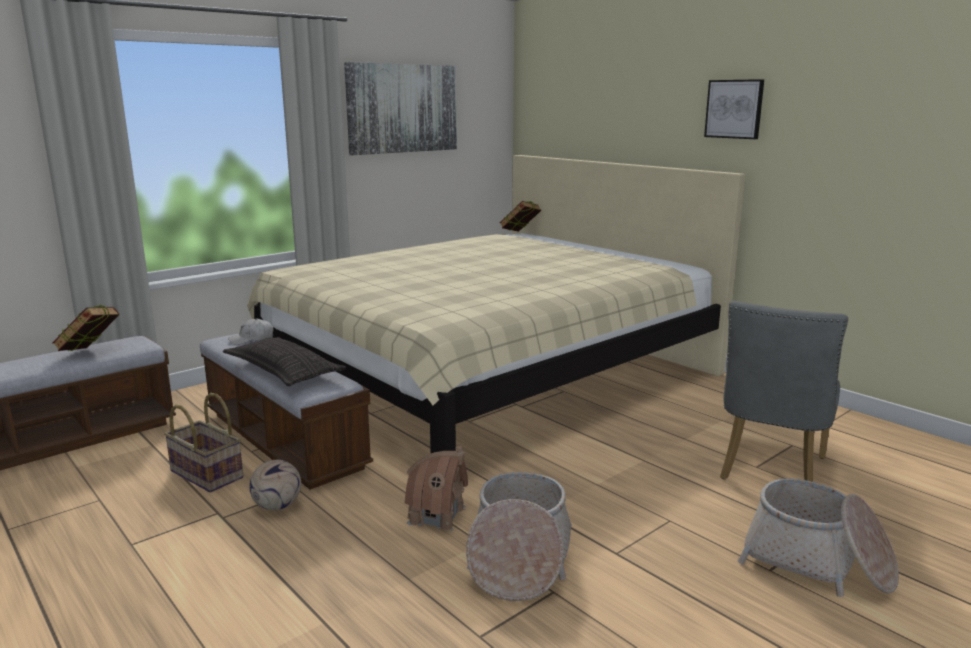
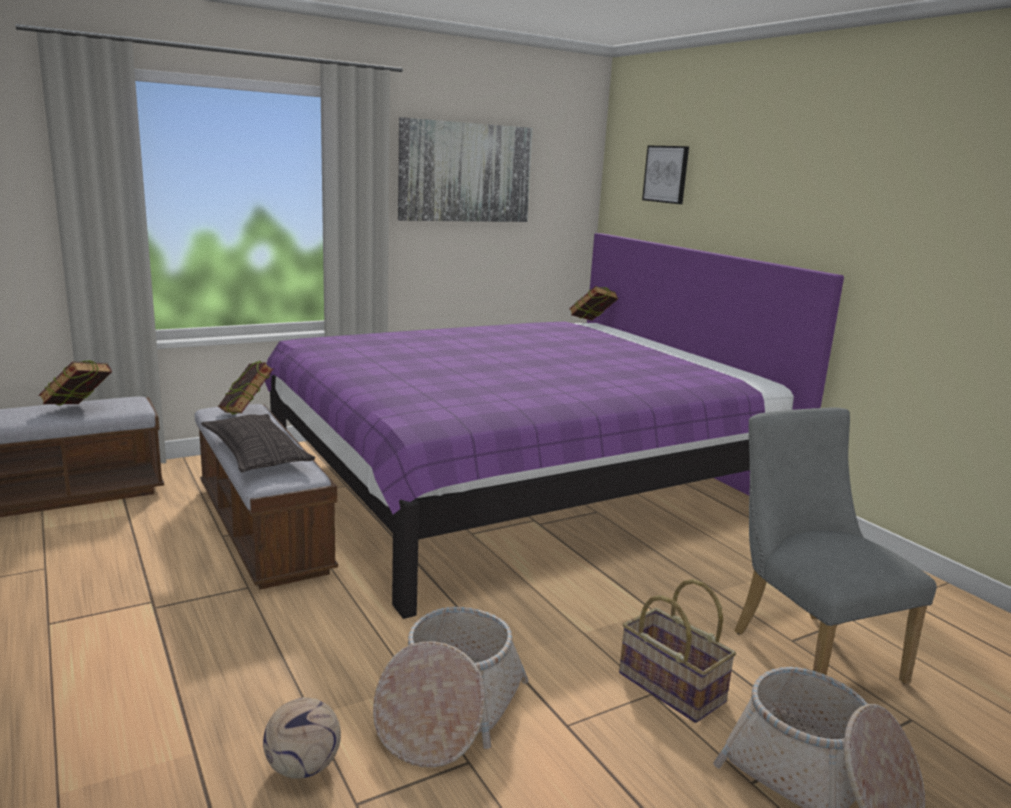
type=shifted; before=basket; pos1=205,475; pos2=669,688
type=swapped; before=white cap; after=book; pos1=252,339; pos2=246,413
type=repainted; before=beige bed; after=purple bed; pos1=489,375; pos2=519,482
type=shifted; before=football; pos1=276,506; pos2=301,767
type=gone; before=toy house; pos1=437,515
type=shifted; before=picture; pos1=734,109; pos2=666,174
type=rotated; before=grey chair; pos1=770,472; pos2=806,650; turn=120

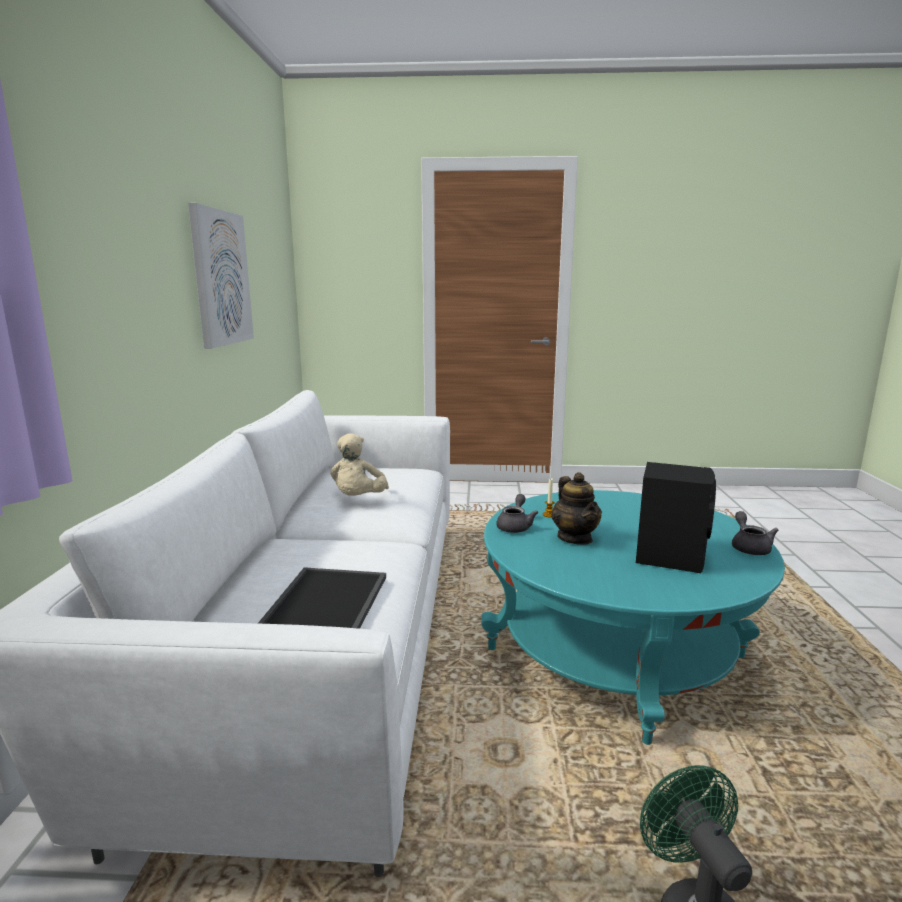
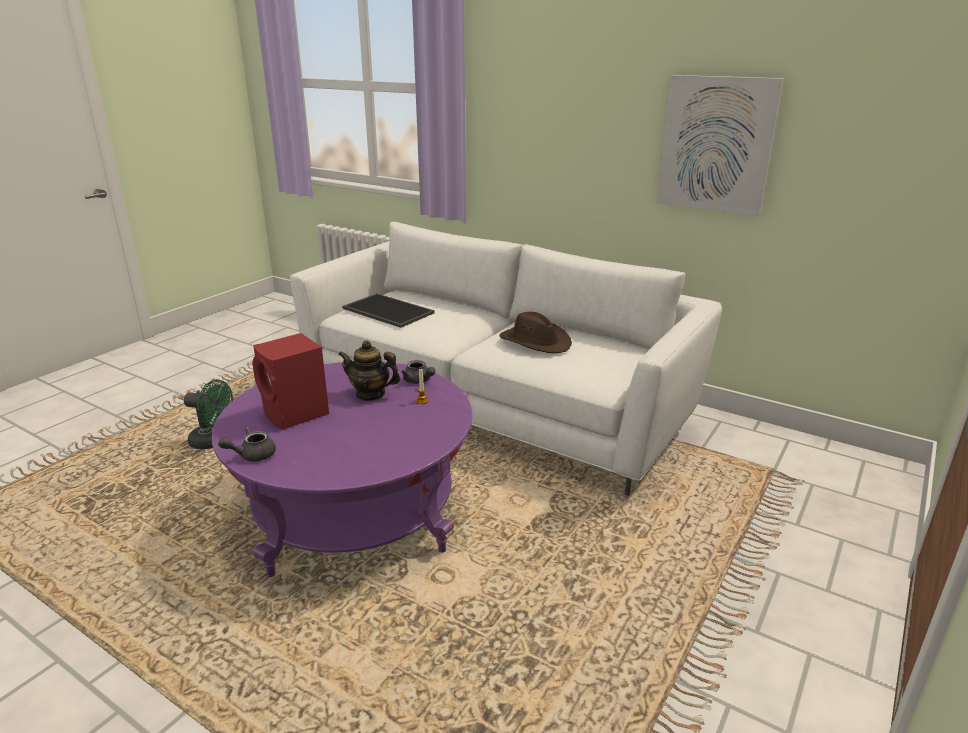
type=swapped; before=beige plush toy; after=brown hat; pos1=358,499; pos2=535,341
type=repainted; before=turquoise coffee table; after=purple coffee table; pos1=614,653; pos2=355,511
type=repainted; before=black speaker; after=red speaker; pos1=670,556; pos2=296,414
type=rotated; before=grey teapot; pos1=749,547; pos2=252,455; turn=120

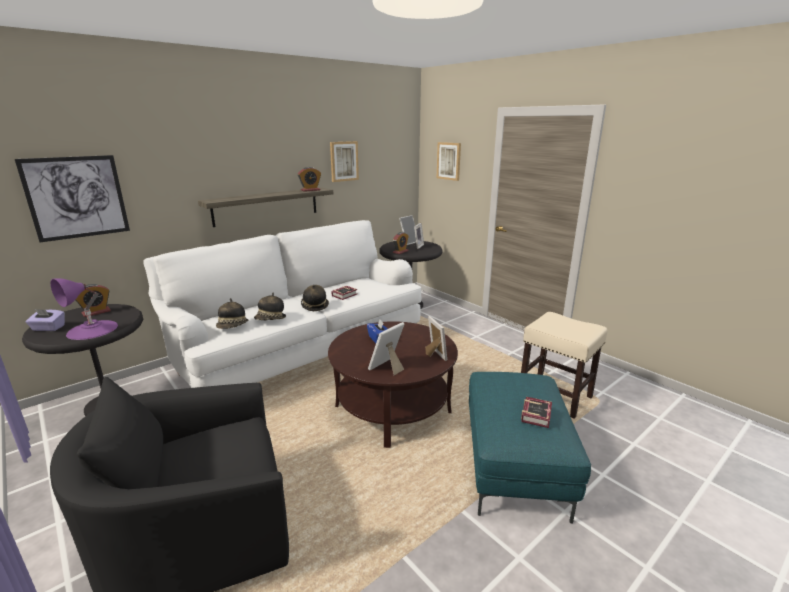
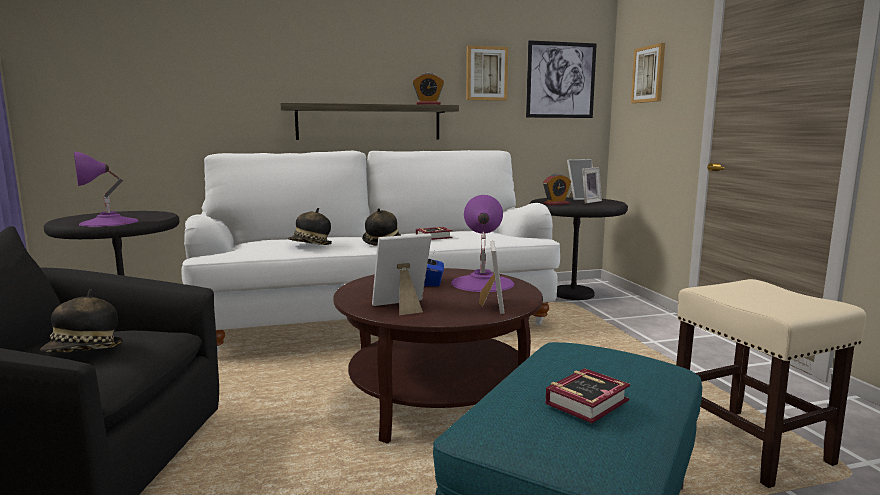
type=shifted; before=picture; pos1=76,197; pos2=561,80
type=gone; before=purple tissue box; pos1=48,328
type=gone; before=alarm clock; pos1=96,312
type=shifted; before=hat; pos1=233,327; pos2=84,352
type=new; after=purple table lamp; pos2=482,283

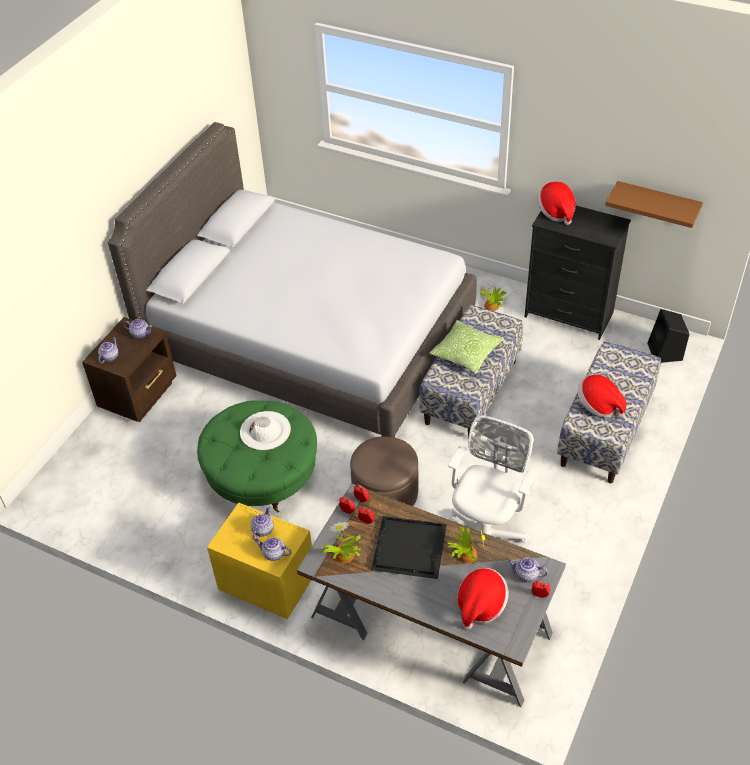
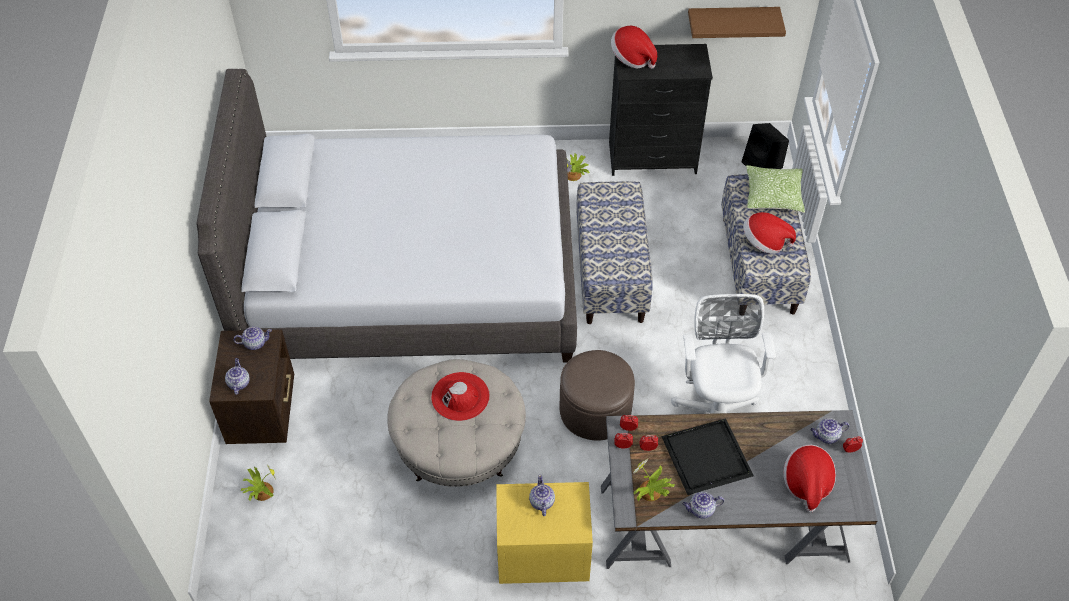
type=repainted; before=green ottoman; after=beige ottoman; pos1=262,475; pos2=459,444
type=repainted; before=white hat; after=red hat; pos1=265,431; pos2=460,396
type=shifted; before=teapot; pos1=273,554; pos2=701,510
type=shifted; before=pillow; pos1=466,353; pos2=773,195
type=shifted; before=potted plant; pos1=465,554; pos2=261,491

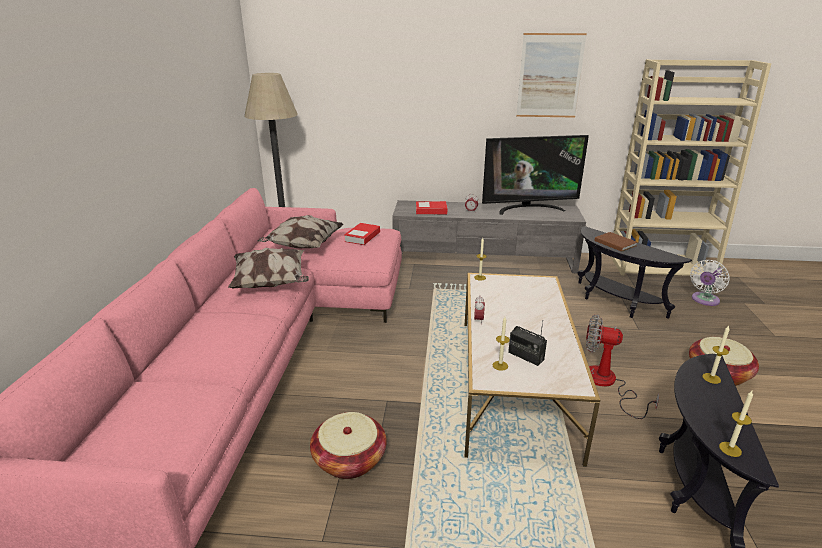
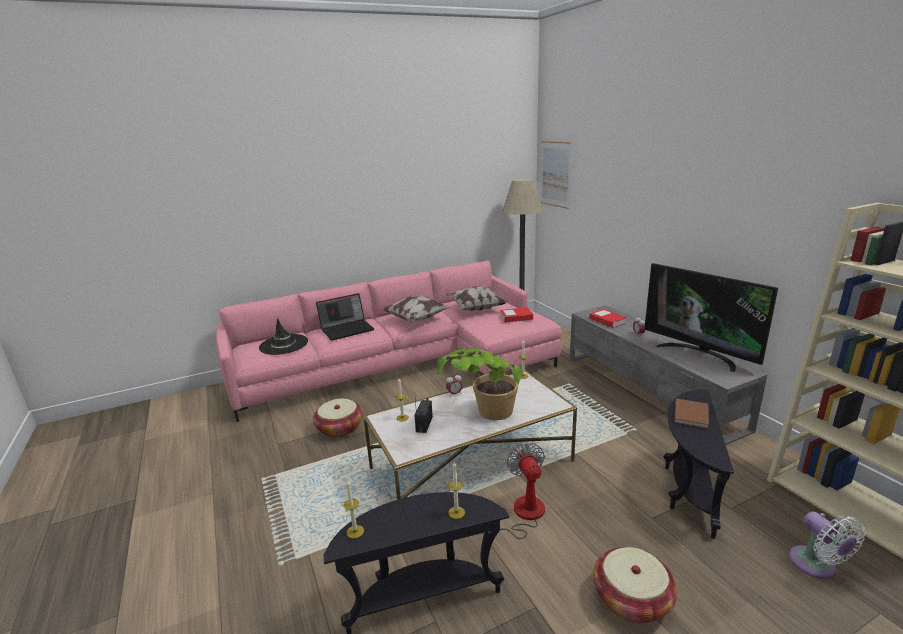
type=shifted; before=picture; pos1=550,76; pos2=555,174
type=rotated; before=white fan; pos1=704,300; pos2=816,566; turn=-120
type=new; after=black hat; pos2=284,344
type=new; after=laptop; pos2=347,329
type=new; after=potted plant; pos2=481,417

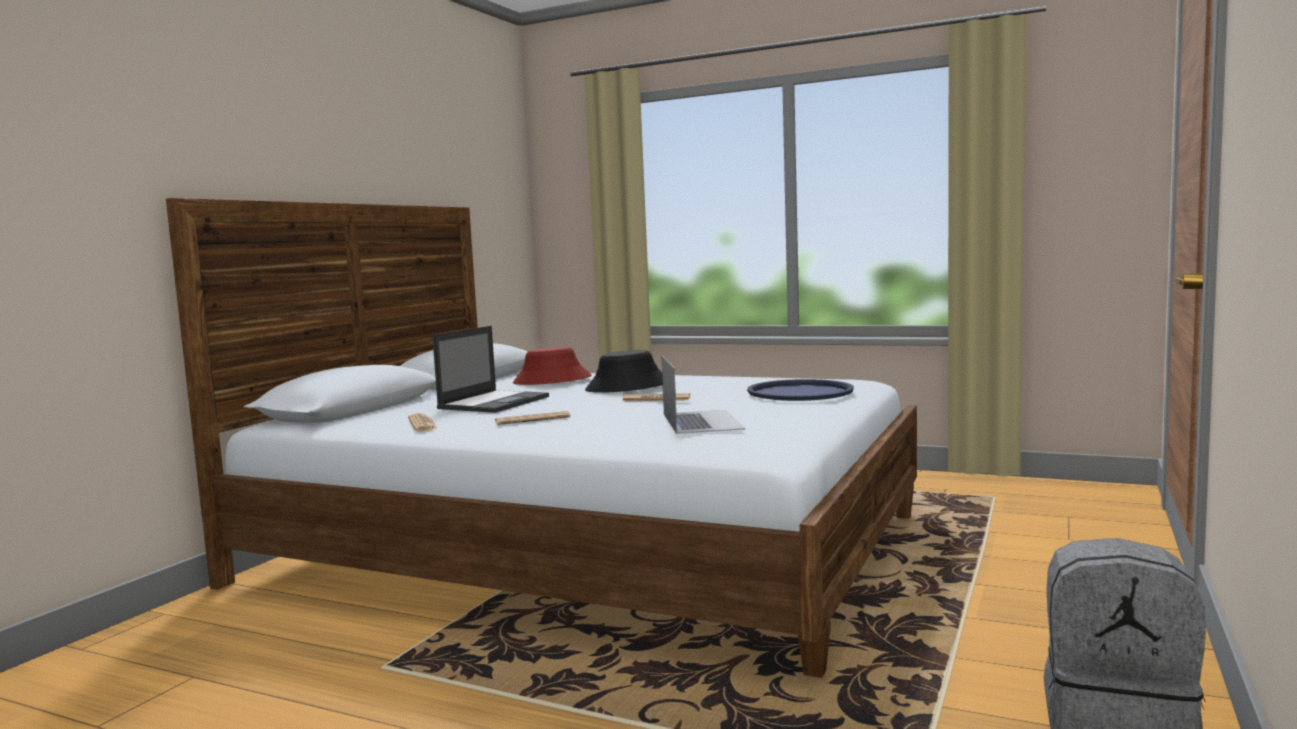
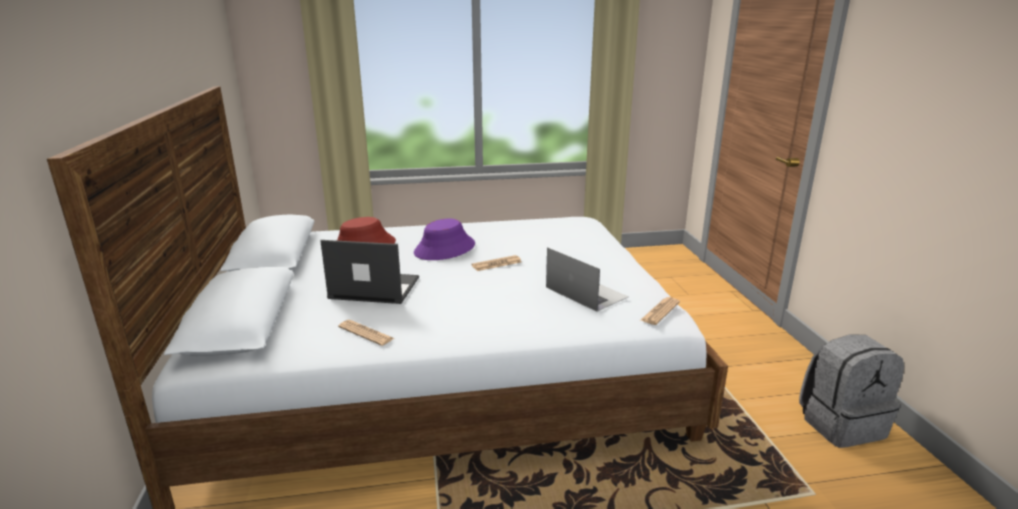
type=rotated; before=laptop; pos1=494,402; pos2=373,288; turn=-75
type=shifted; before=newspaper; pos1=532,420; pos2=660,311
type=repainted; before=black hat; after=purple hat; pos1=628,387; pos2=445,249
type=gone; before=blue tray; pos1=800,392

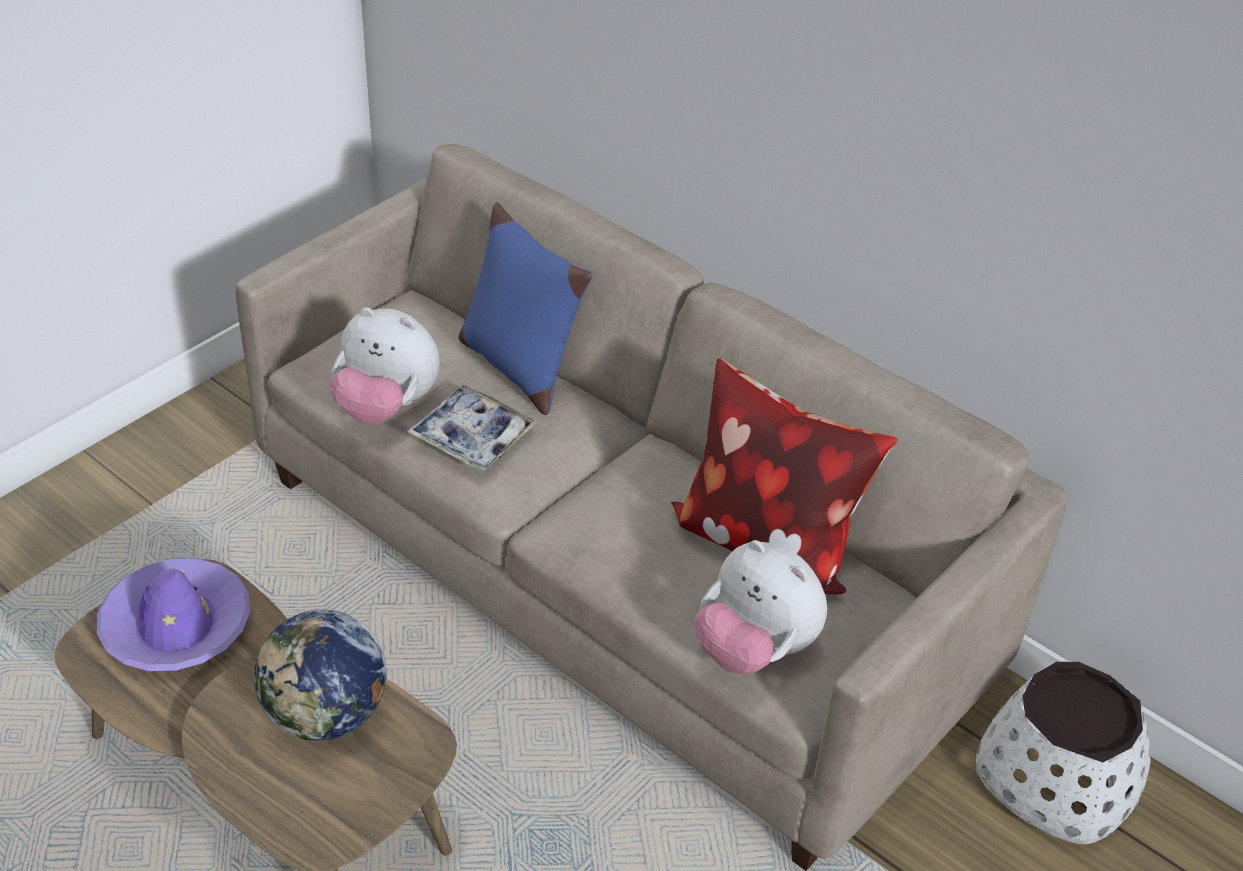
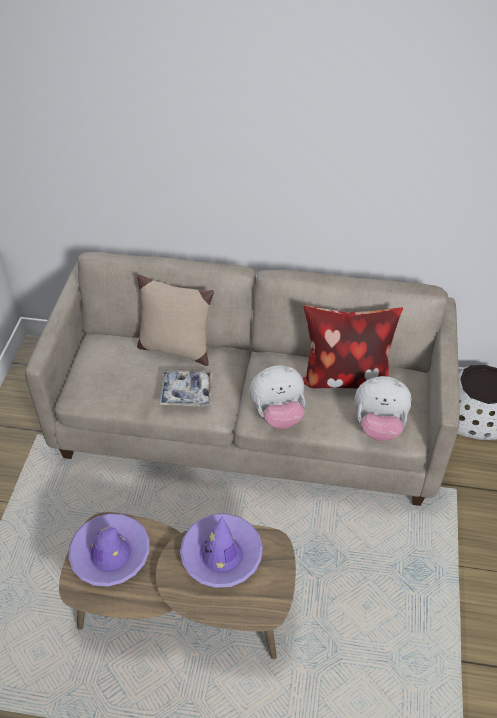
type=swapped; before=globe; after=purple hat; pos1=326,715; pos2=221,555
type=shifted; before=plush toy; pos1=386,407; pos2=278,414
type=repainted; before=blue pillow; after=beige pillow; pos1=519,366; pos2=175,348

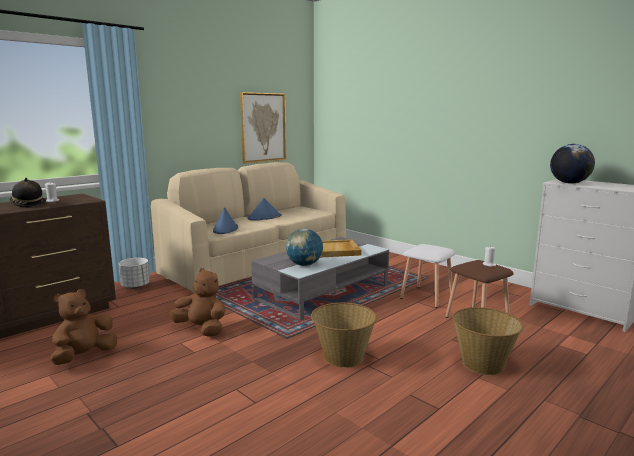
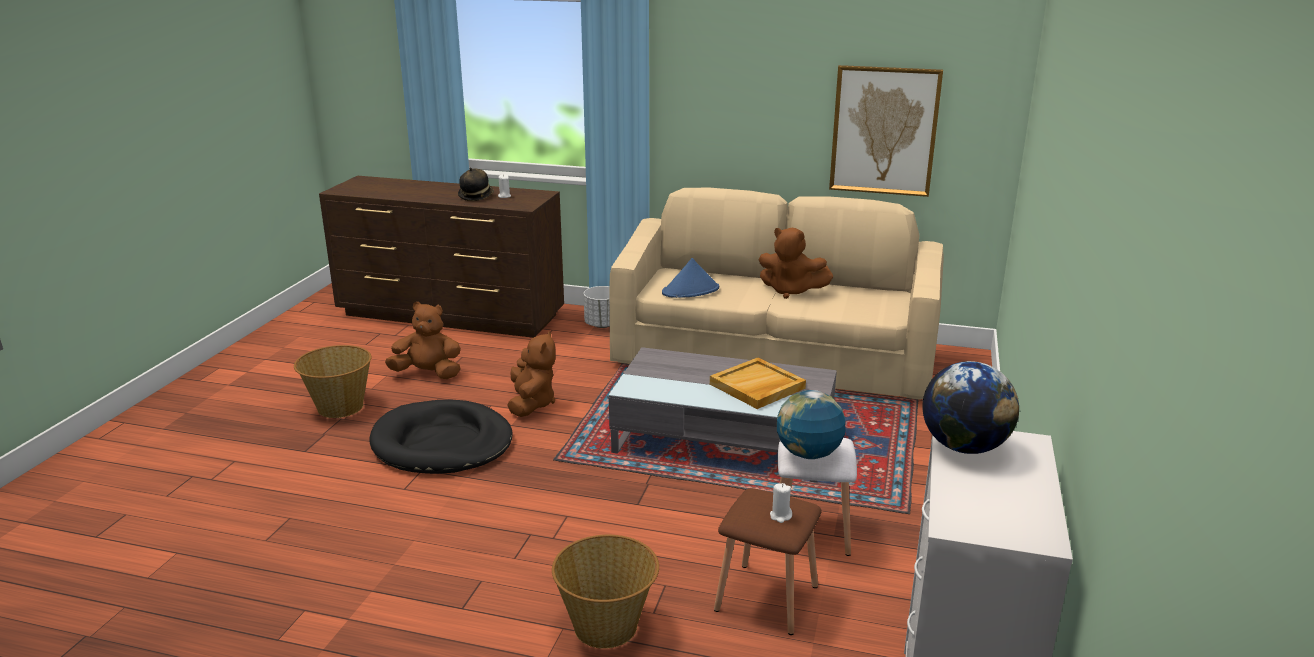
type=swapped; before=blue hat; after=brown plush toy; pos1=264,217; pos2=791,291
type=shifted; before=globe; pos1=304,265; pos2=808,454
type=shifted; before=basket; pos1=343,357; pos2=339,407
type=new; after=black dog bed; pos2=442,443

